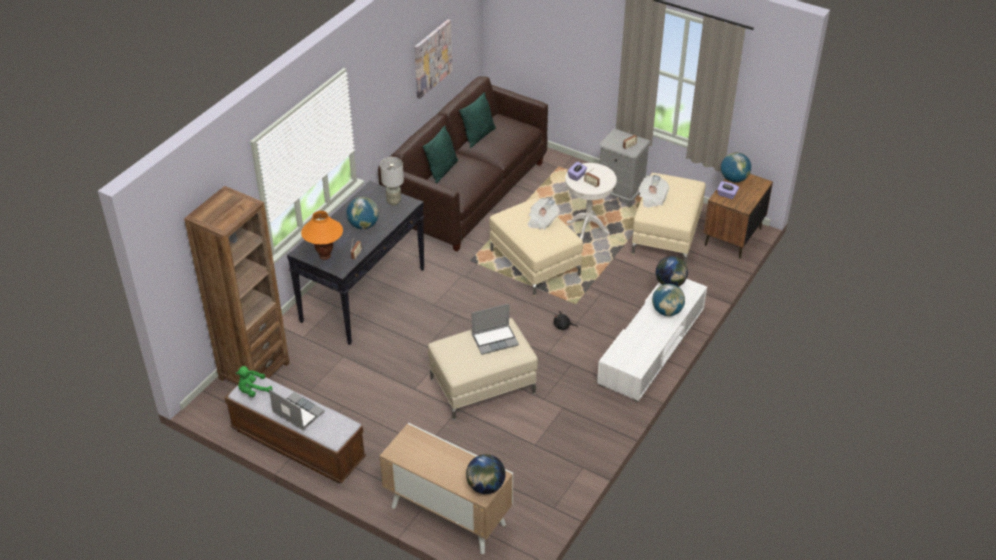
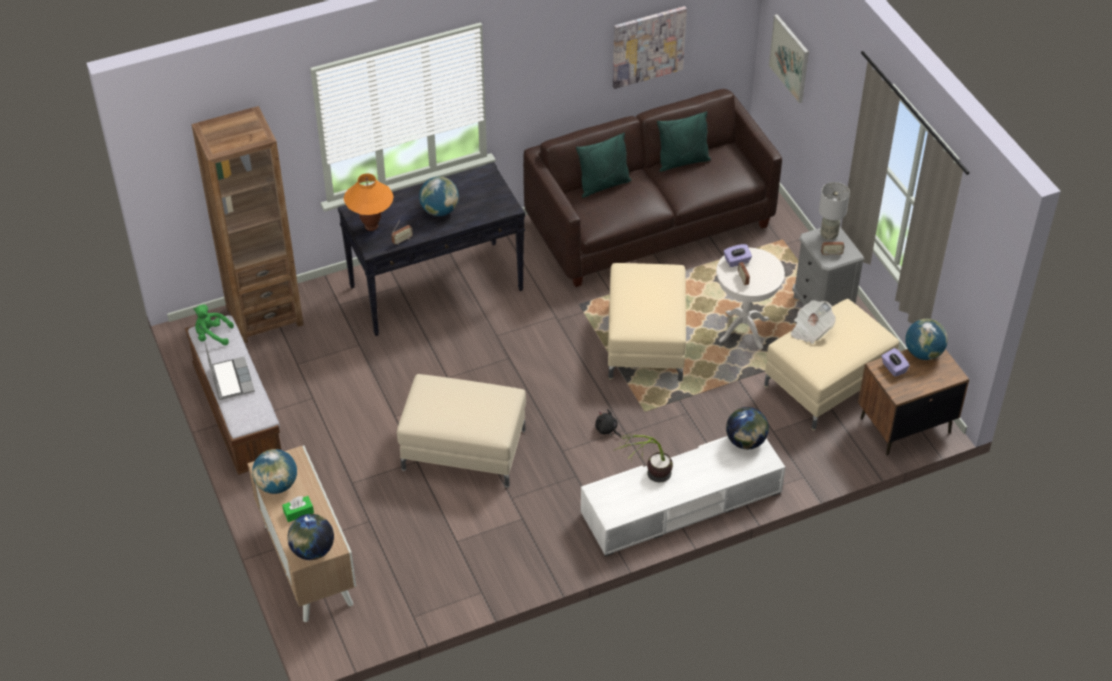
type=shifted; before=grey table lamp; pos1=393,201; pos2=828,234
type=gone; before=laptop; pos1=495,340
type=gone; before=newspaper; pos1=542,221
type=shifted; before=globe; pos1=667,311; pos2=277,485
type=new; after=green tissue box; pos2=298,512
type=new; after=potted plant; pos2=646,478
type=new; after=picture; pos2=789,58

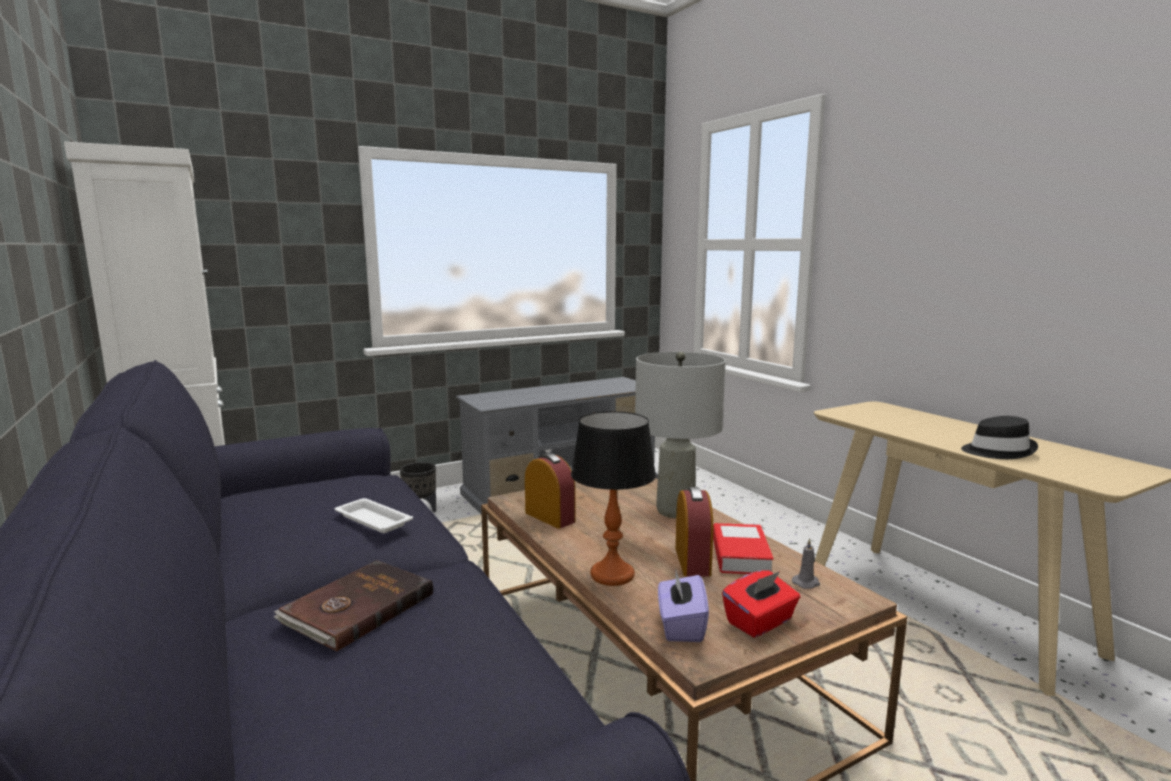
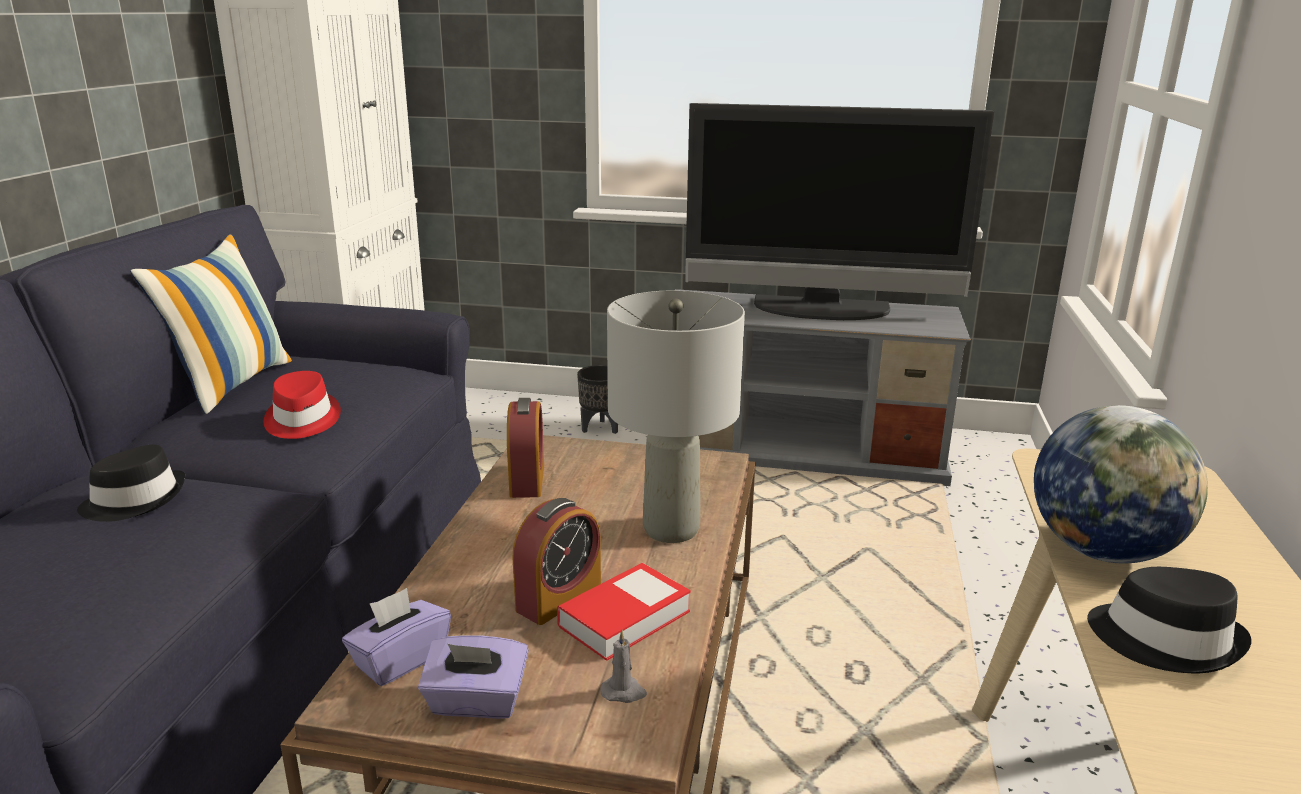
type=swapped; before=brown book; after=black hat; pos1=356,608; pos2=135,500
type=swapped; before=white tray; after=red hat; pos1=372,520; pos2=301,420
type=gone; before=table lamp; pos1=611,575
type=repainted; before=red tissue box; after=purple tissue box; pos1=760,622; pos2=476,702
type=new; after=pillow; pos2=230,384
type=new; after=television; pos2=821,309
type=new; after=globe; pos2=1102,551

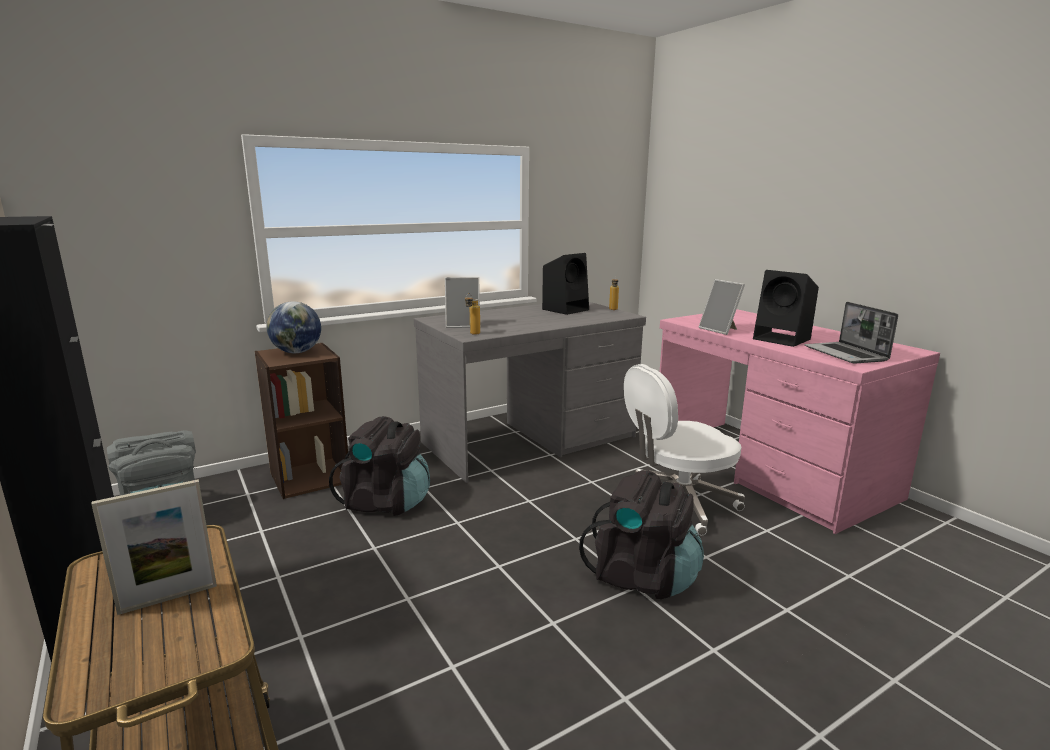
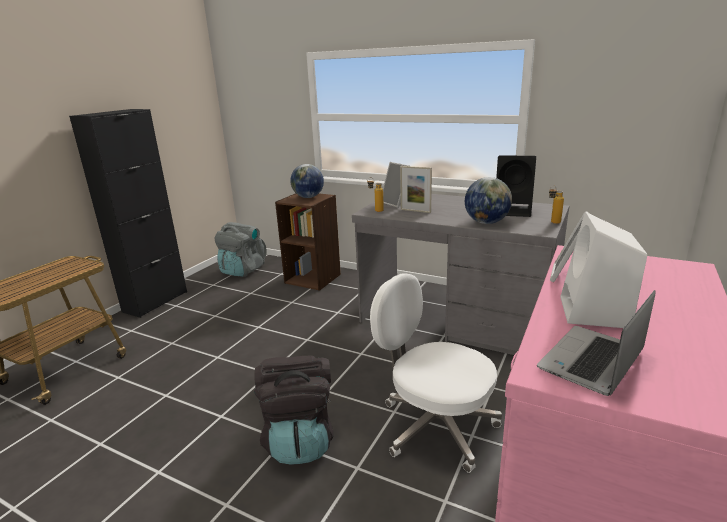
type=shifted; before=picture frame; pos1=168,598; pos2=415,211
type=gone; before=black backpack; pos1=386,502
type=repainted; before=black speaker; after=white speaker; pos1=783,339; pos2=595,313
type=new; after=globe; pos2=486,222

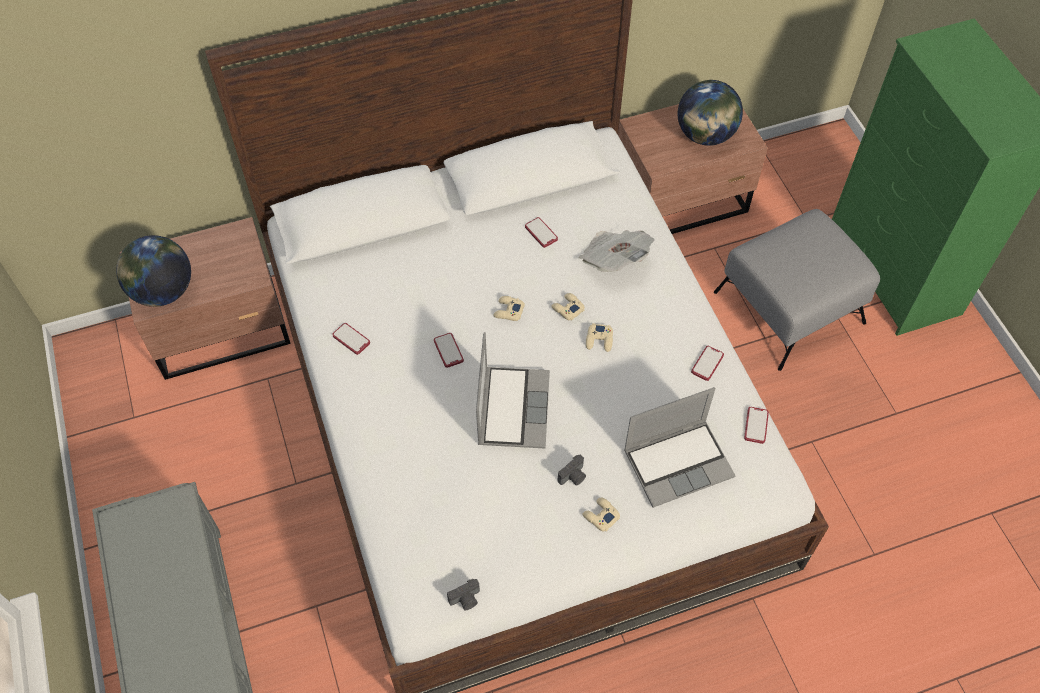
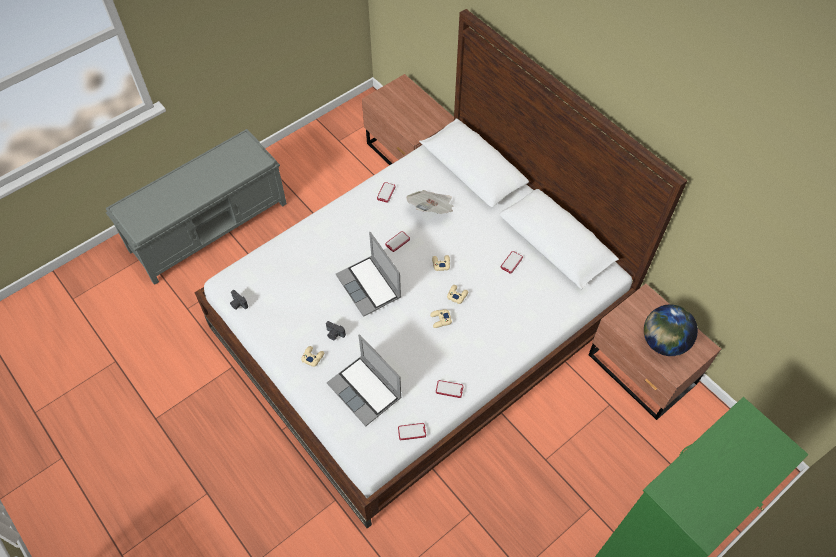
type=gone; before=globe; pos1=163,291
type=rotated; before=laptop; pos1=512,407; pos2=369,287; turn=75
type=shifted; before=newspaper; pos1=614,260; pos2=432,209
type=gone; before=grey ottoman; pos1=790,307

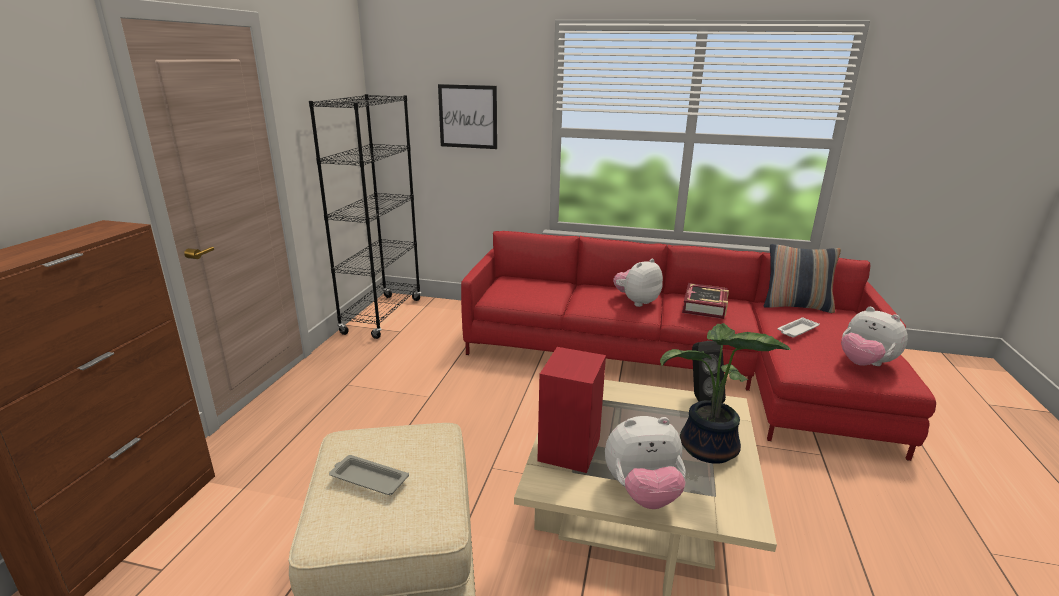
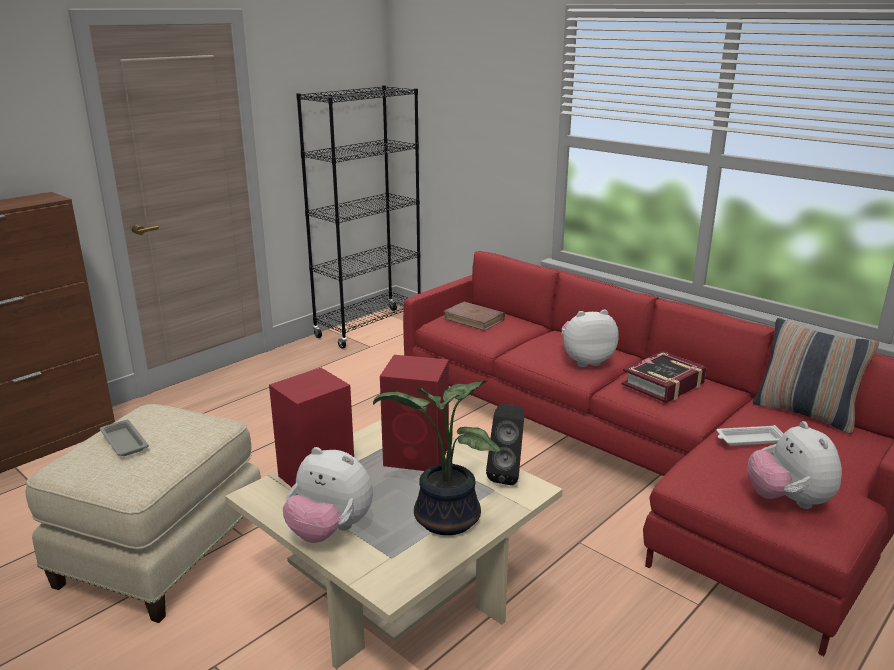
type=gone; before=picture; pos1=468,116
type=new; after=red speaker; pos2=418,456
type=new; after=brown book; pos2=474,319

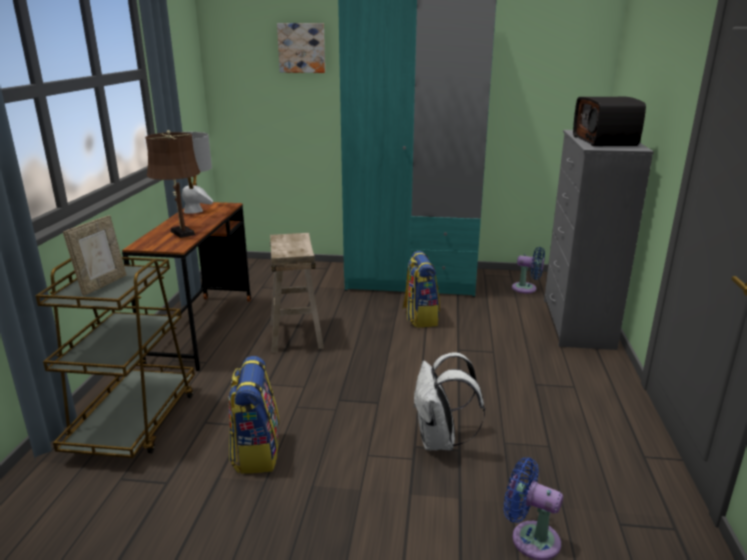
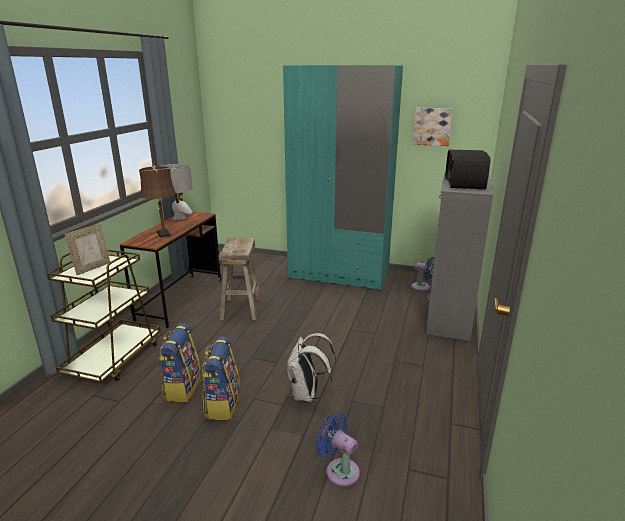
type=shifted; before=picture; pos1=302,48; pos2=432,126
type=shifted; before=backpack; pos1=420,317; pos2=222,404

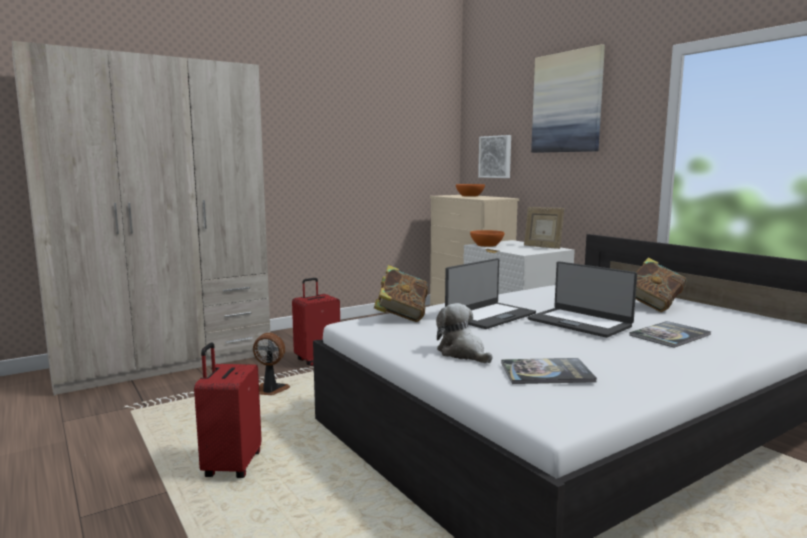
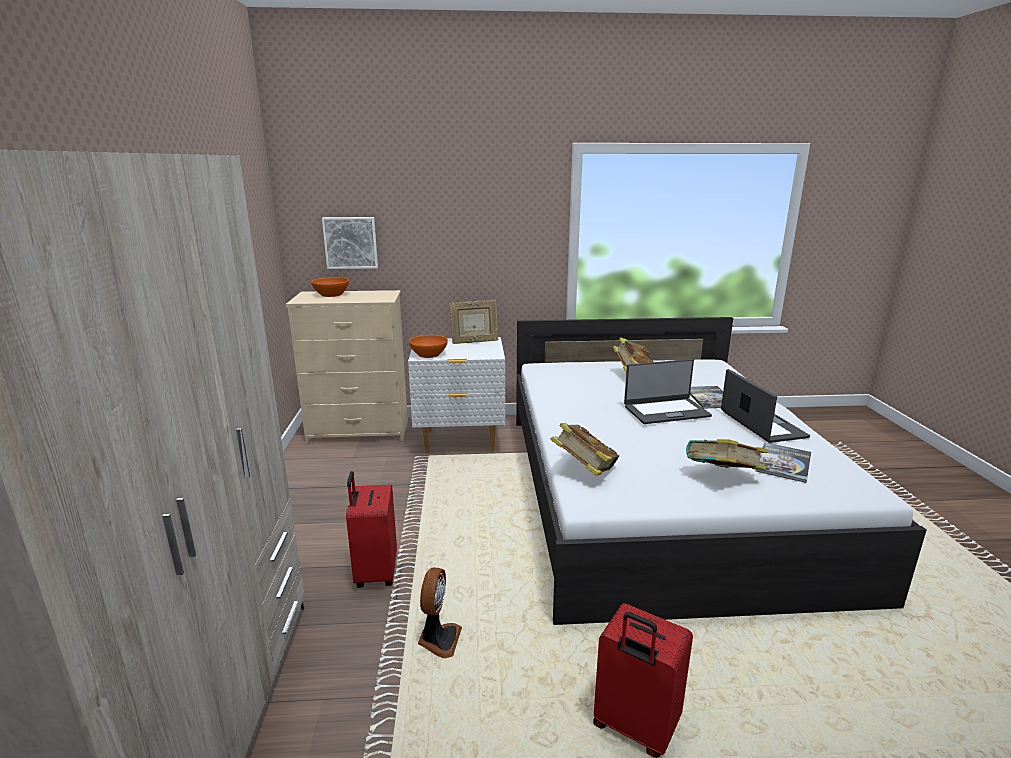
type=rotated; before=fan; pos1=271,390; pos2=439,640; turn=150
type=swapped; before=plush toy; after=book; pos1=463,353; pos2=722,478
type=shifted; before=laptop; pos1=489,316; pos2=761,424
type=gone; before=picture; pos1=567,102

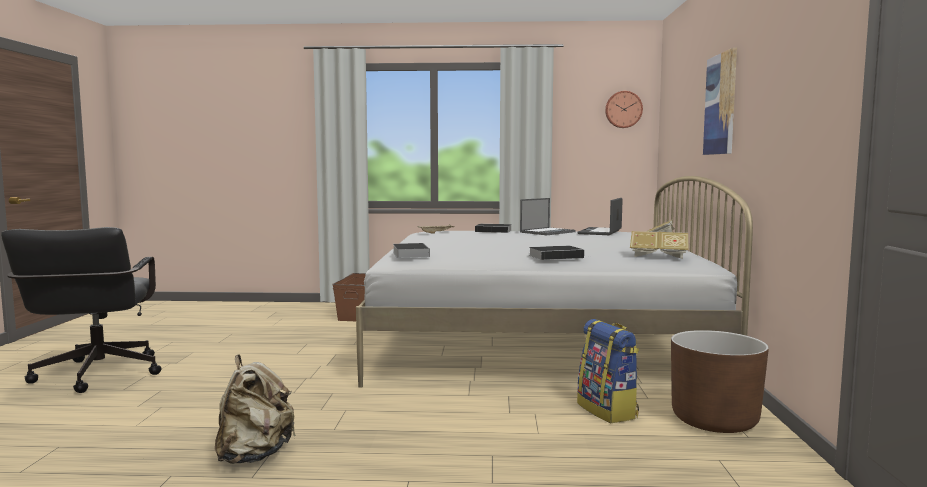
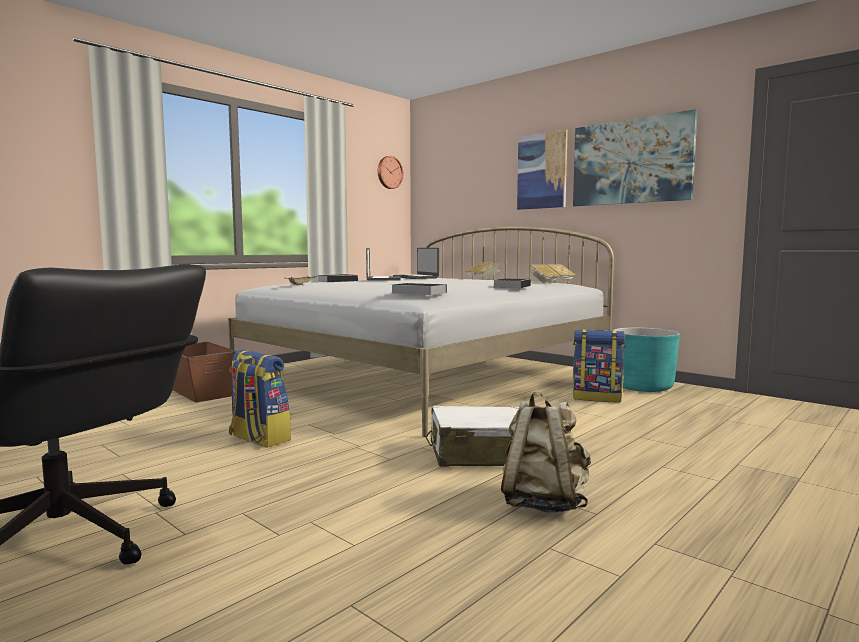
type=repainted; before=brown planter; after=turquoise planter; pos1=714,420; pos2=643,387
type=new; after=backpack; pos2=258,439
type=new; after=white suitcase; pos2=481,454
type=new; after=picture; pos2=631,162

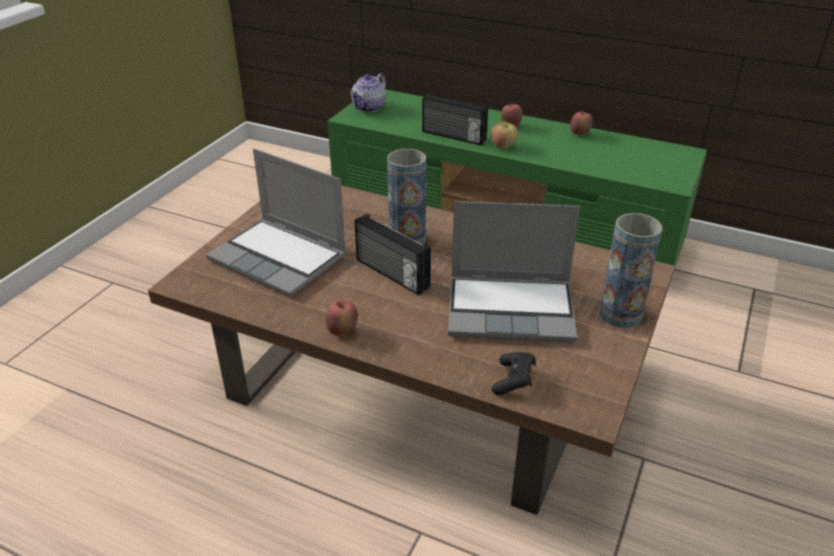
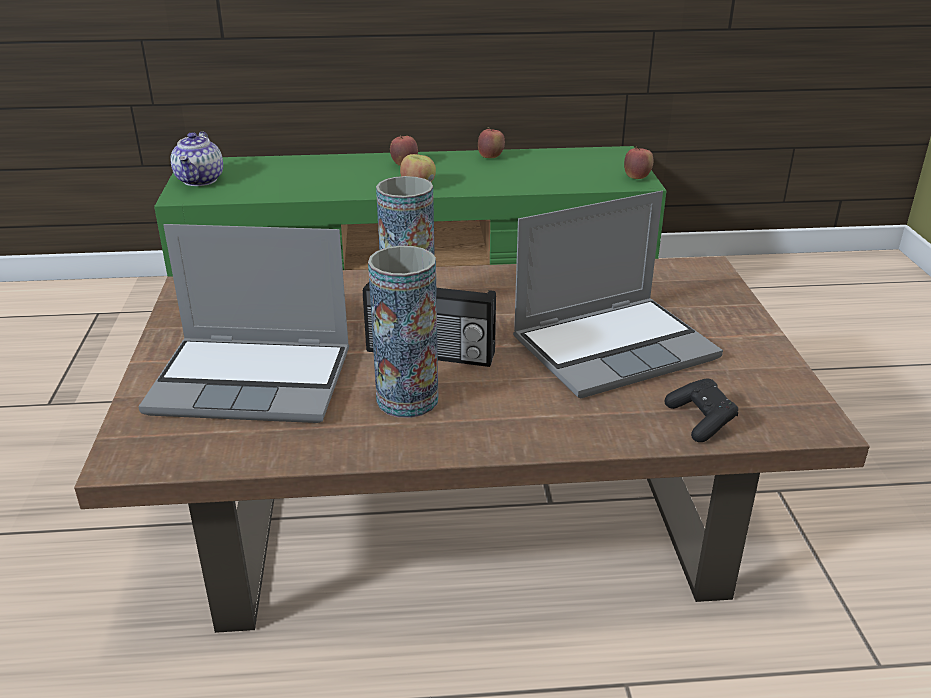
type=shifted; before=apple; pos1=342,331; pos2=637,178
type=gone; before=radio; pos1=453,136
type=shifted; before=vase; pos1=620,314; pos2=407,400

